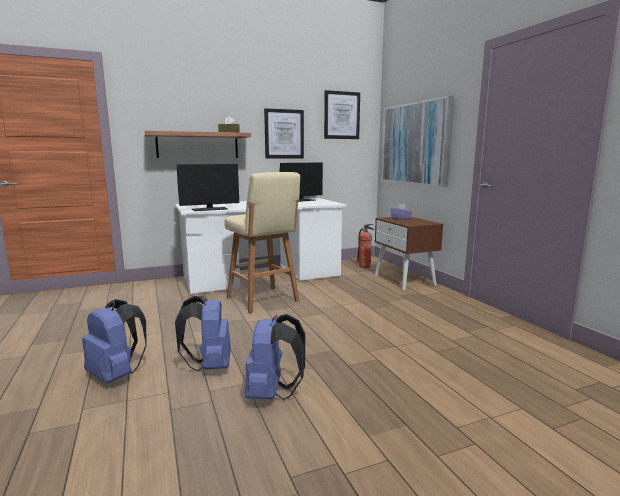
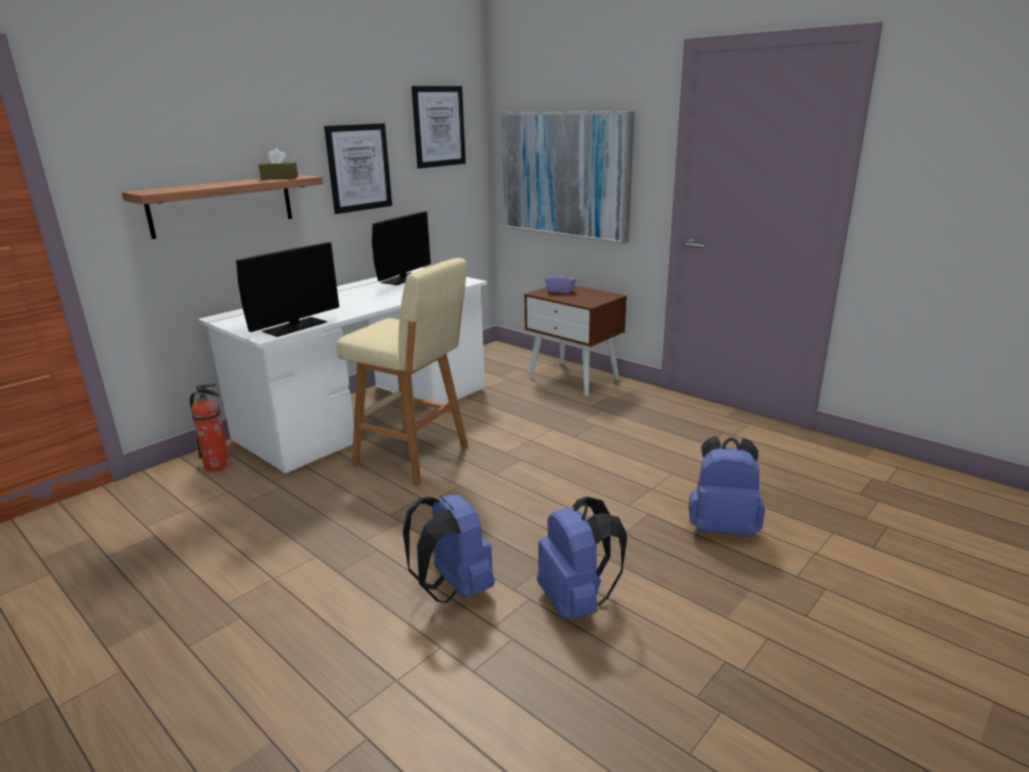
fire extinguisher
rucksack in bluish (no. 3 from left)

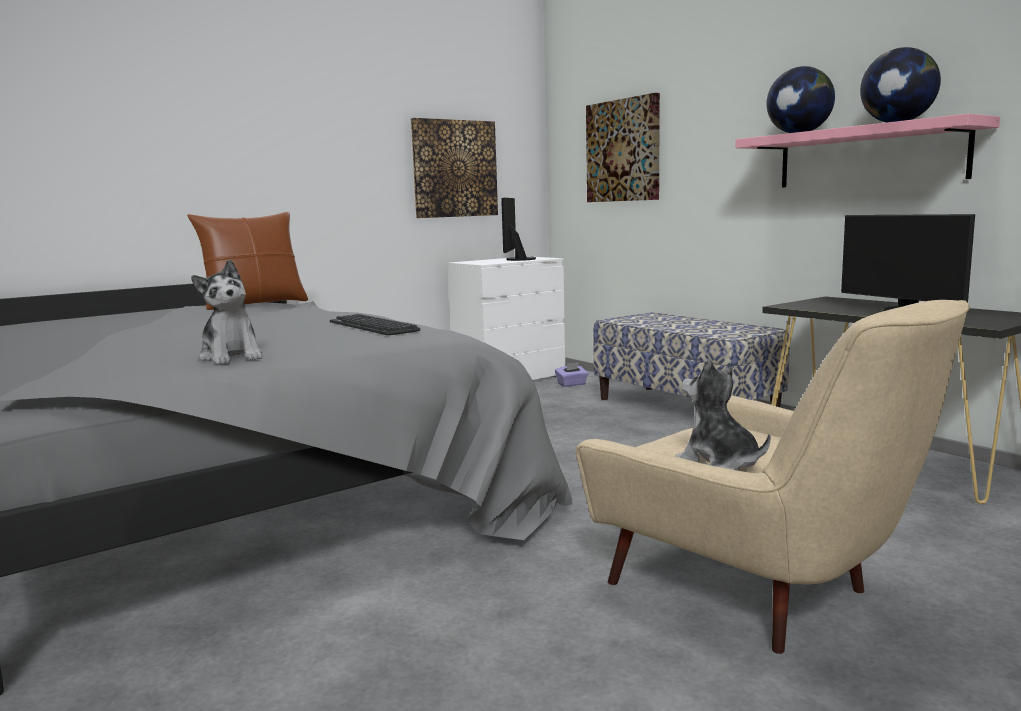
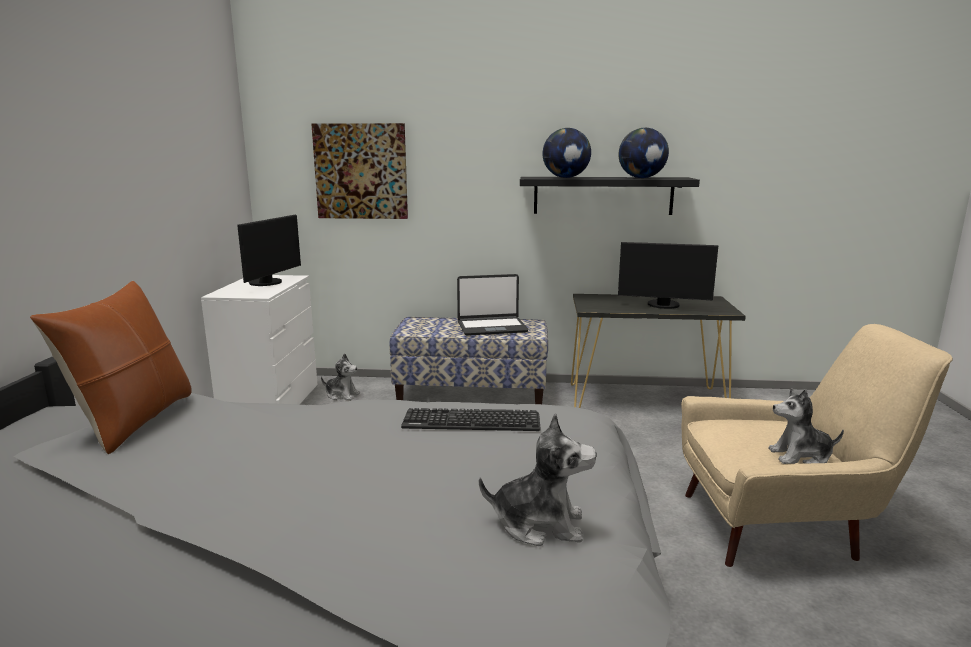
wall shelf in black
wall art (no. 1 from left in the first image)
monitor (no. 1 from left)
soft toy (no. 1 from left)
portable computer

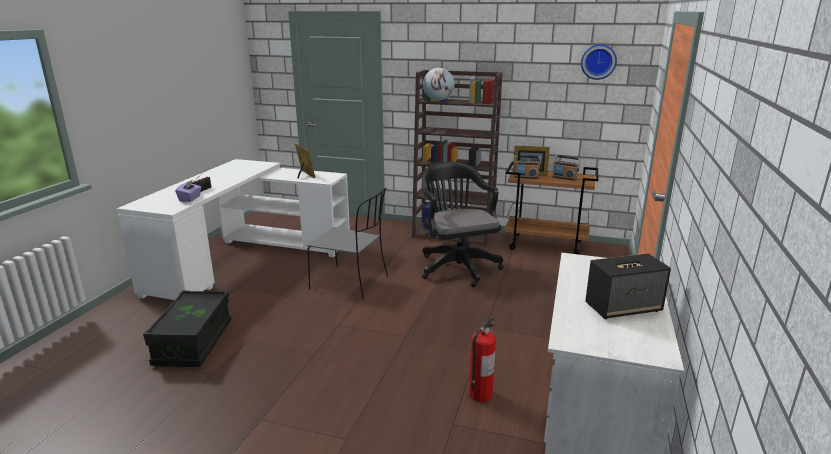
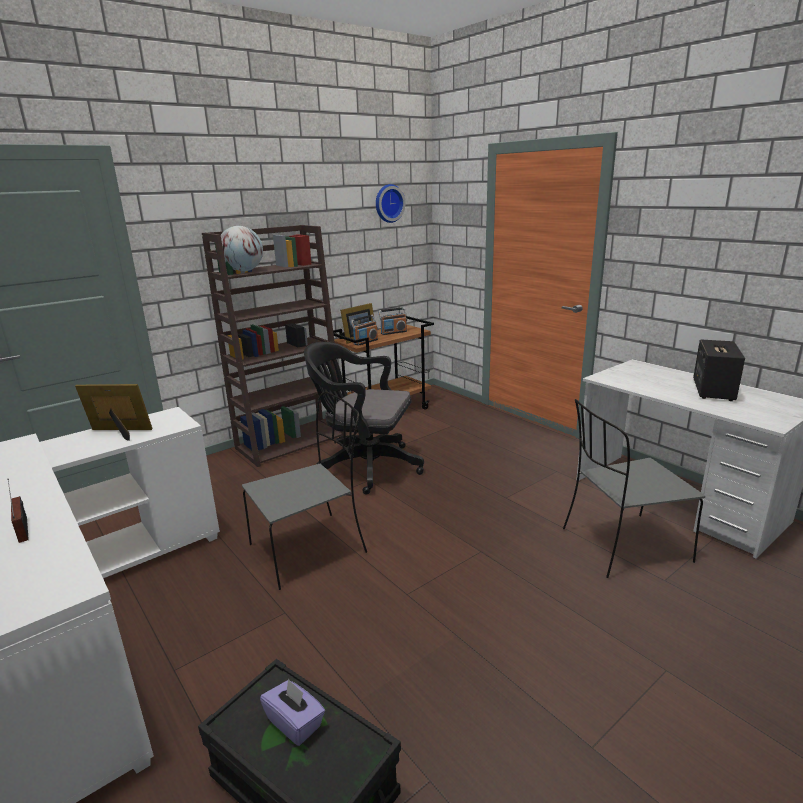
tissue box in purplish
upright chair in gray (no. 2 from left)

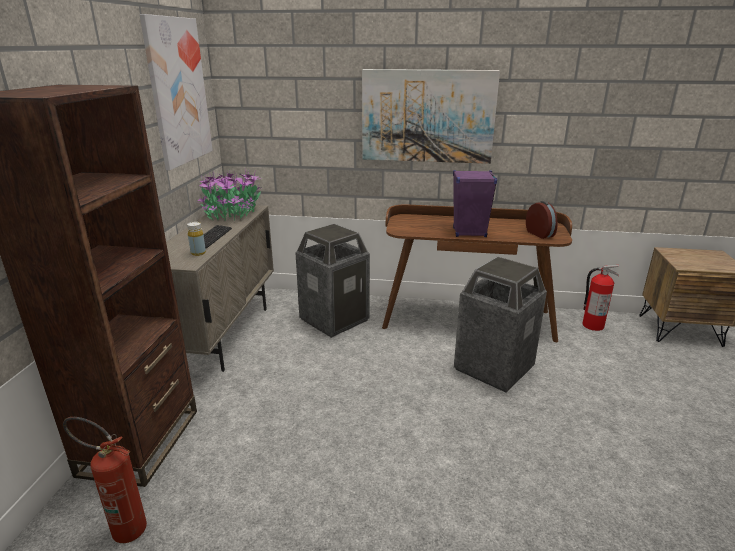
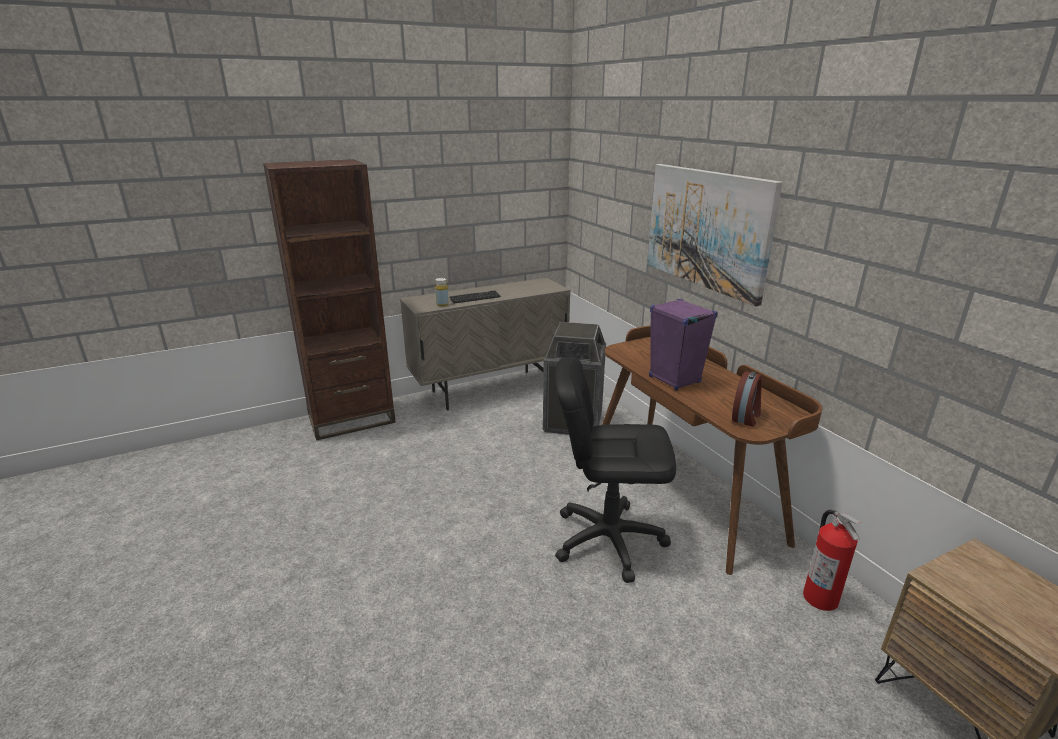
wall art (no. 1 from left in the first image)
houseplant
desk chair in black
fire extinguisher (no. 1 from left in the first image)

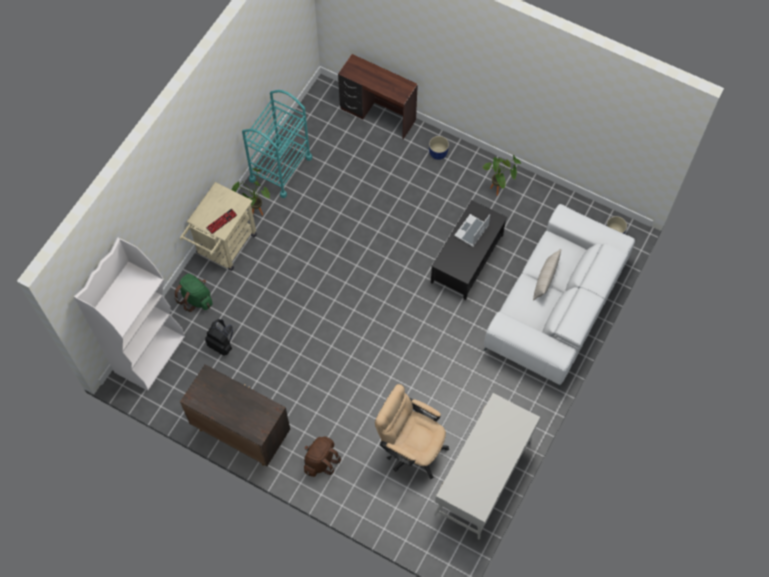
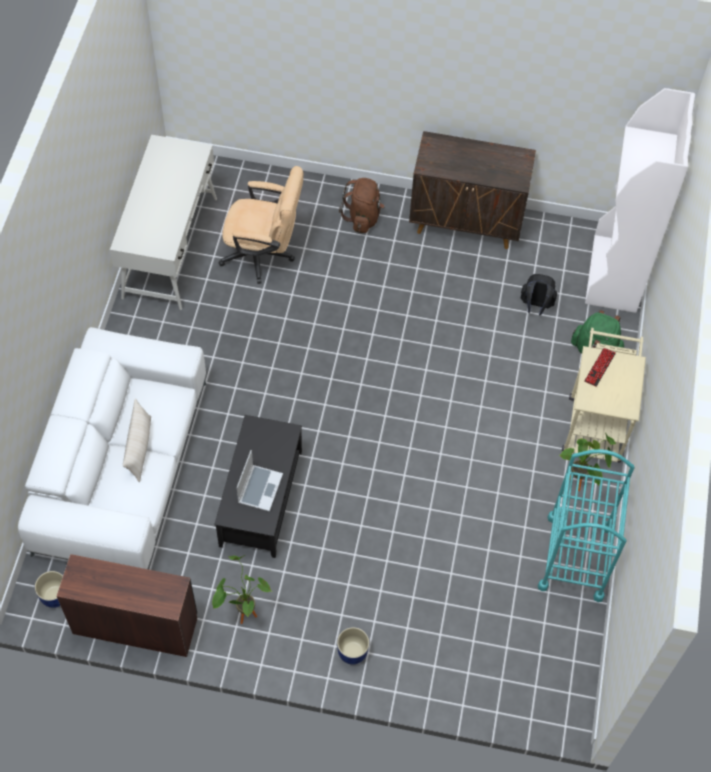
desk unit in brown

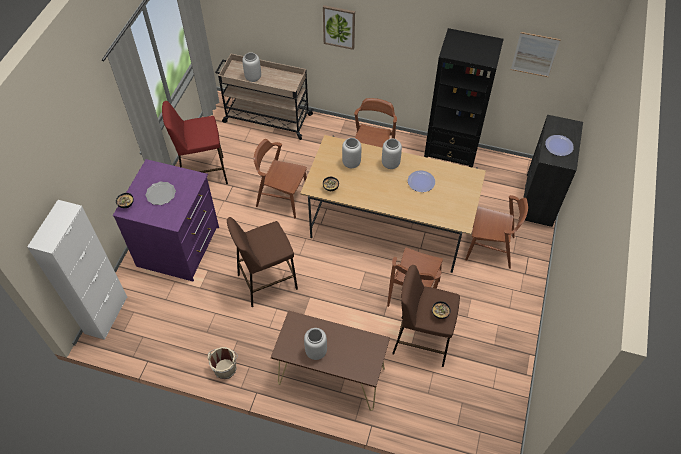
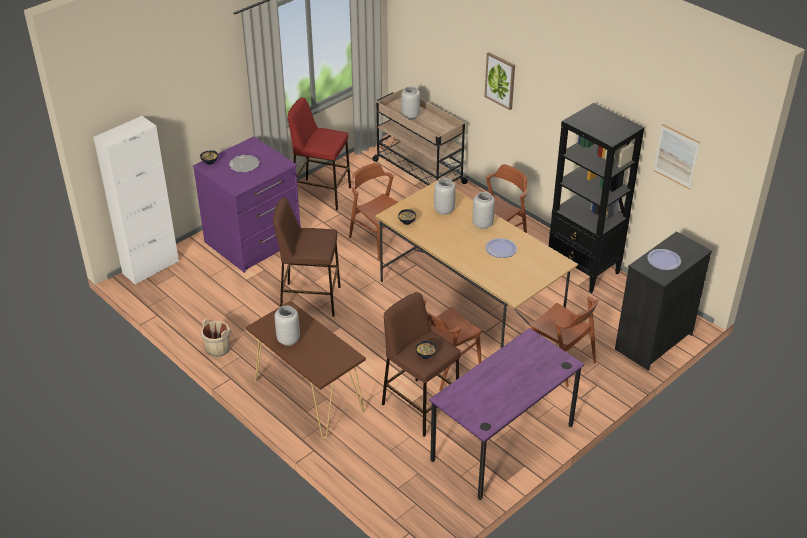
desk unit in purplish

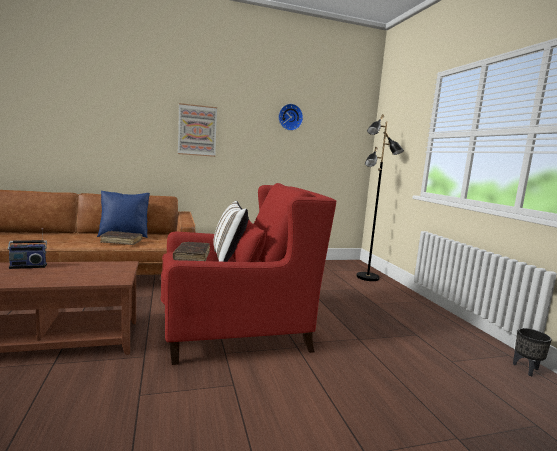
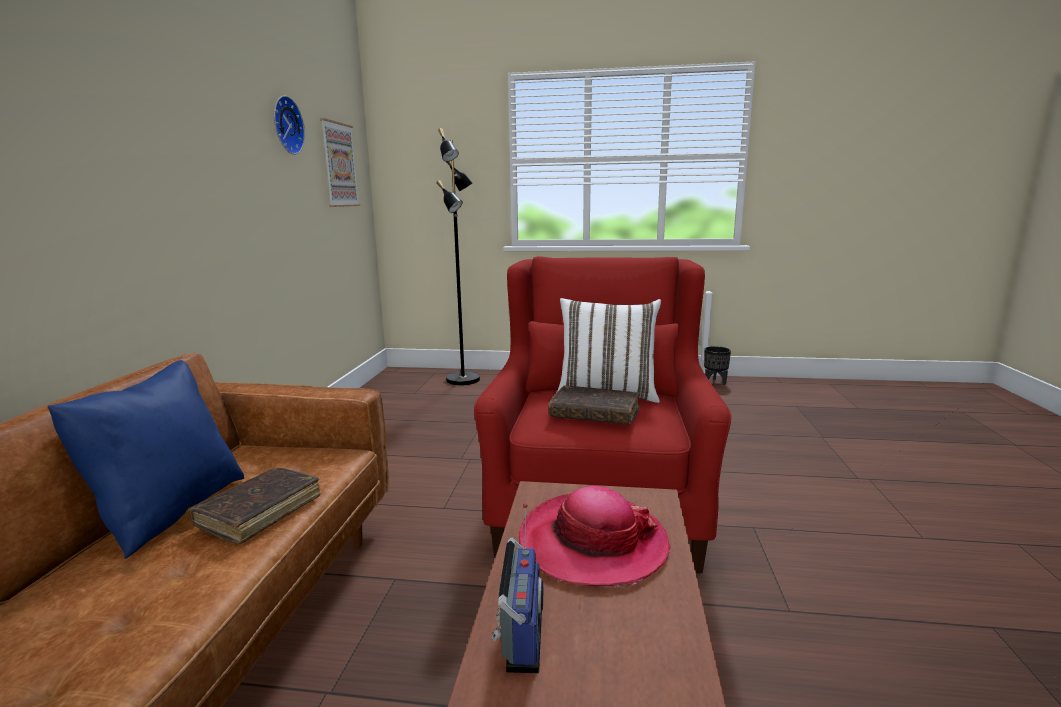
wall art
clothing hat

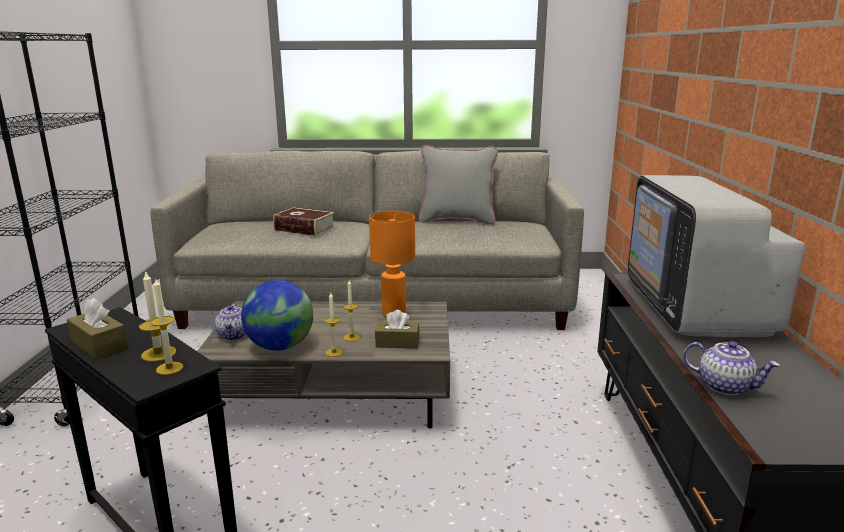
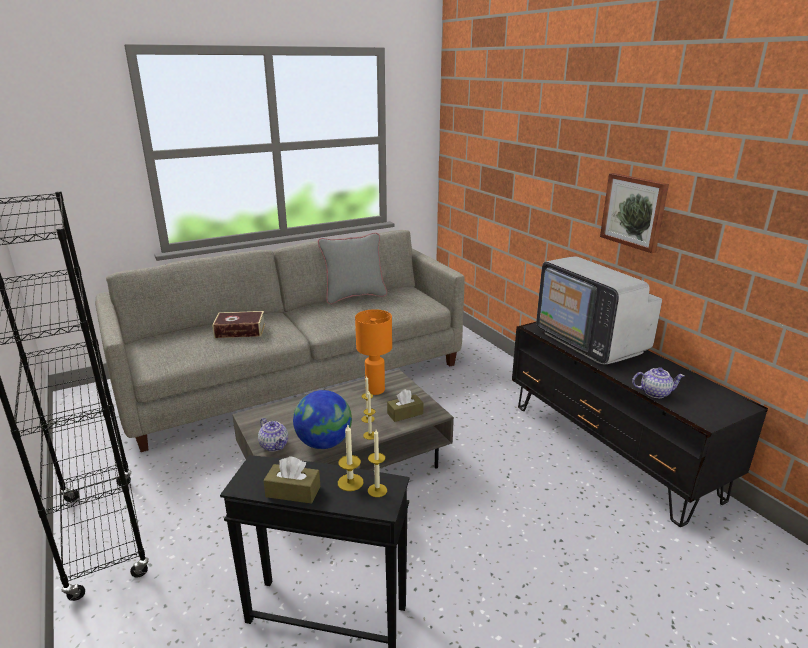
wall art

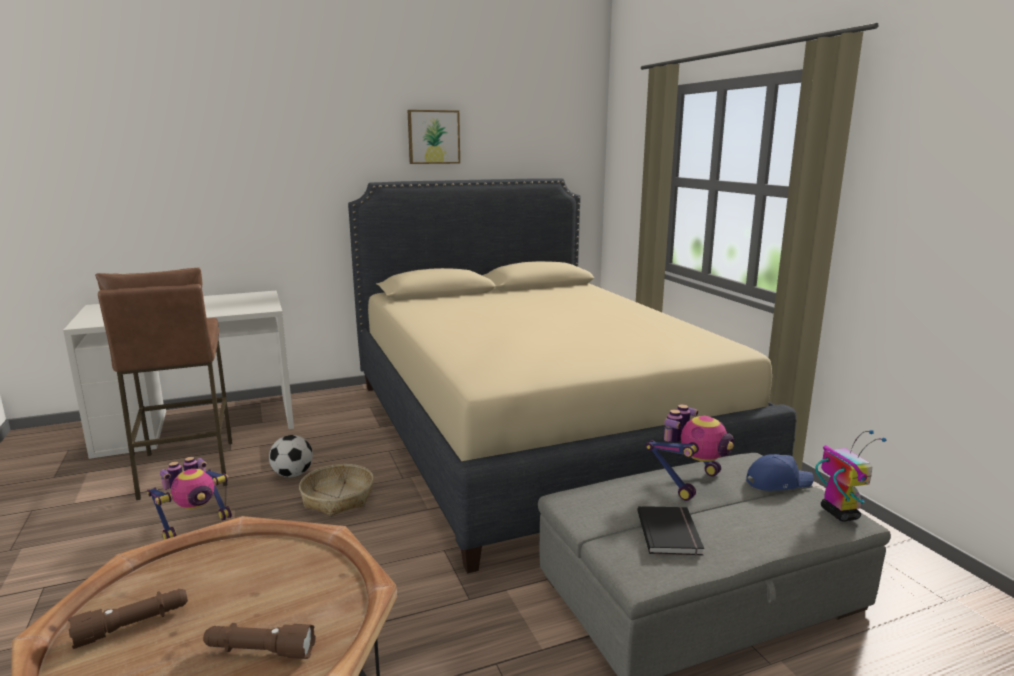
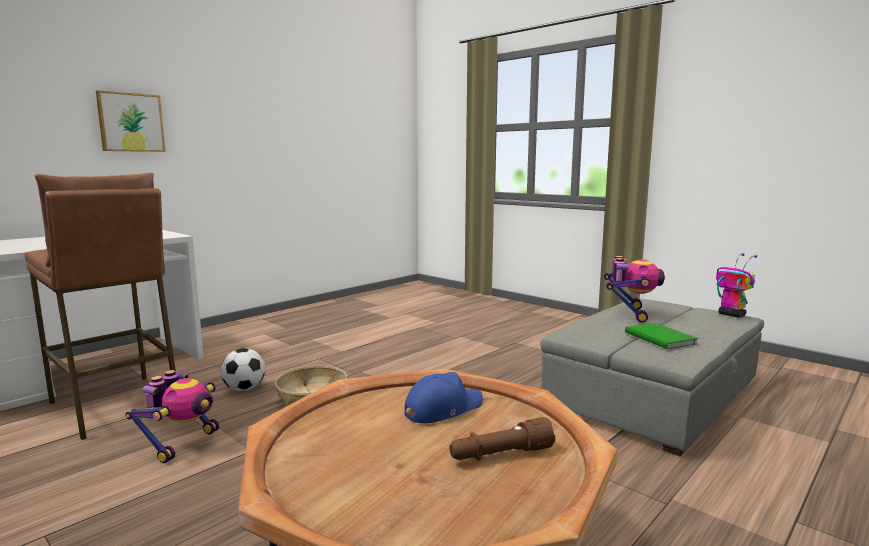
wall art
bedroom bed in beige-coloured
cap in bluish
volume in greenish
flashlight in brown (no. 1 from left in the first image)

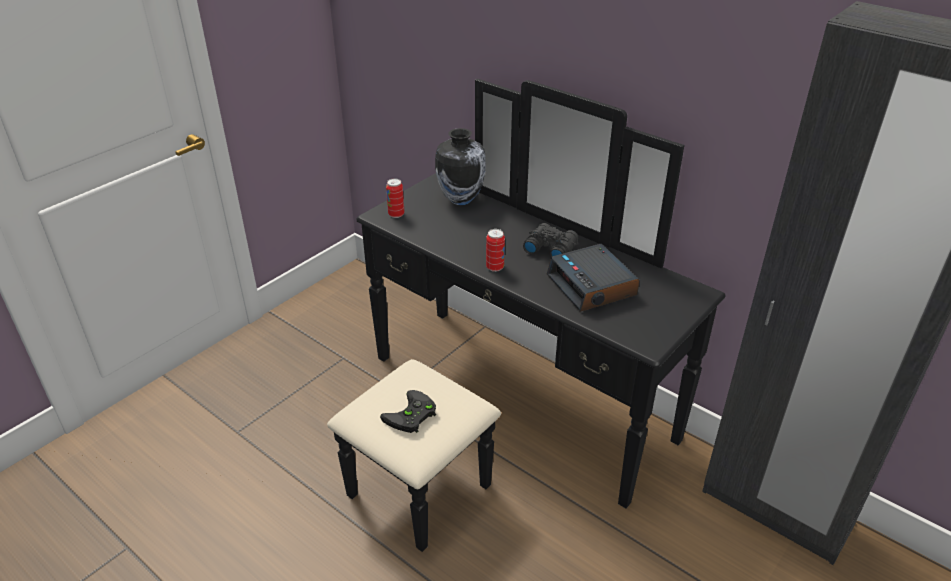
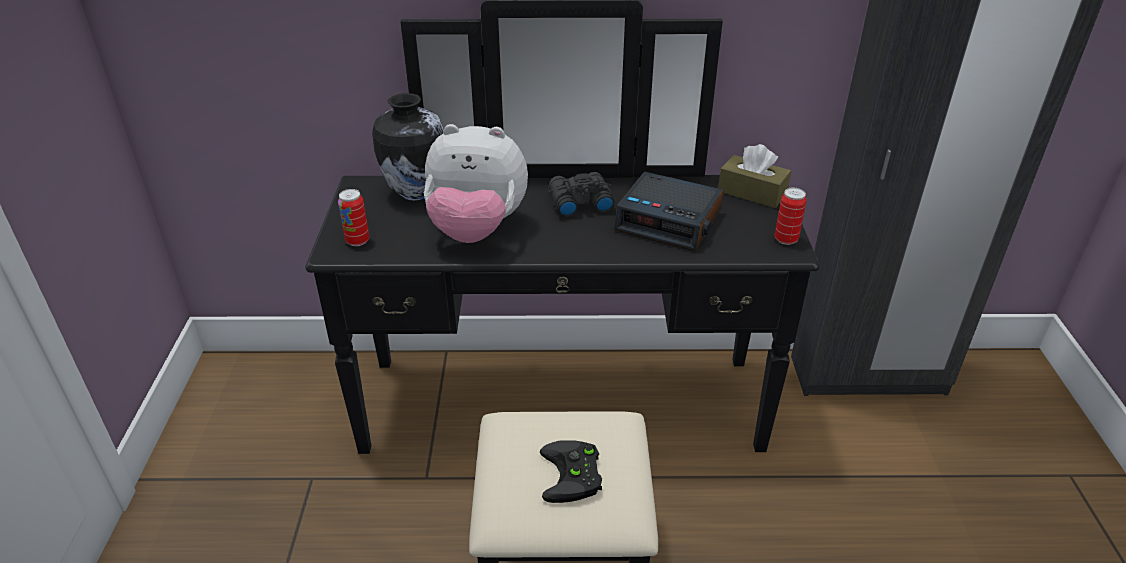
sealed can (no. 2 from left)
soft toy
tissue box in brown

